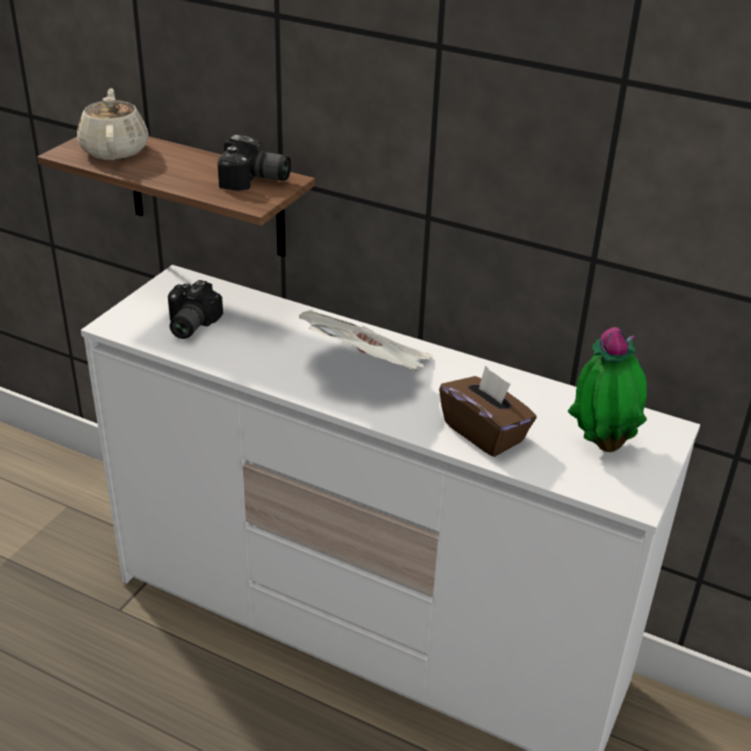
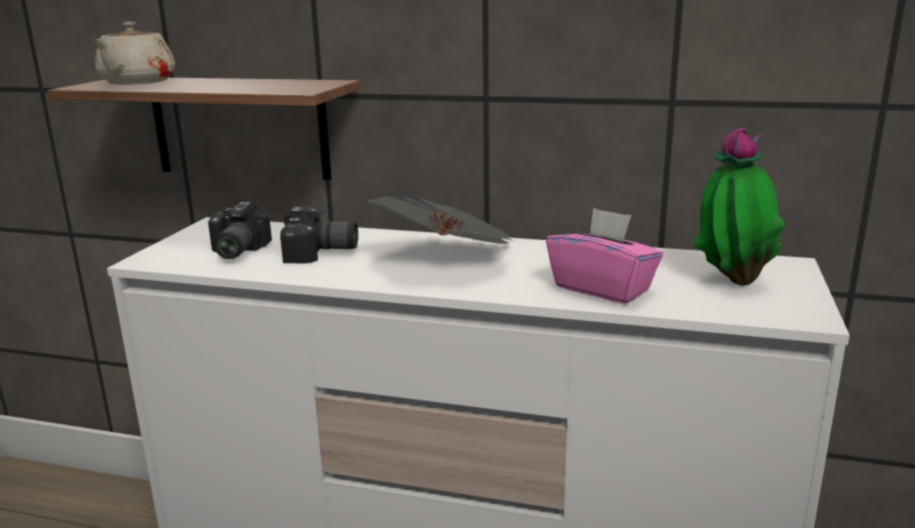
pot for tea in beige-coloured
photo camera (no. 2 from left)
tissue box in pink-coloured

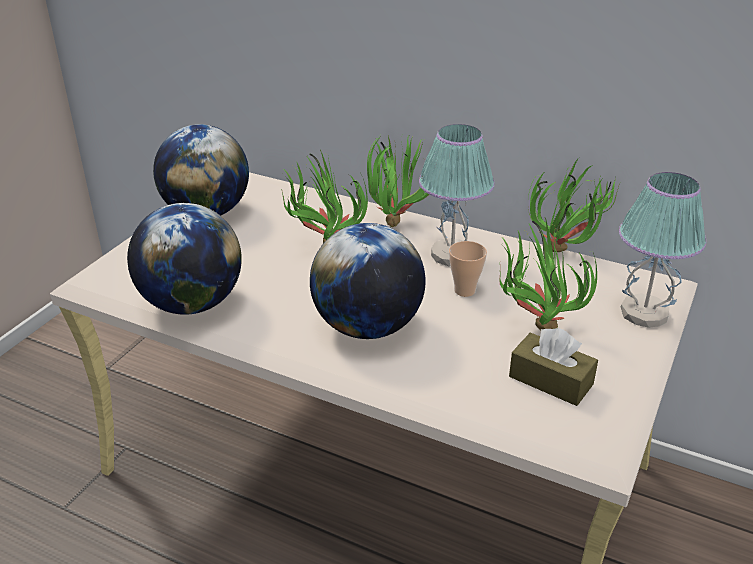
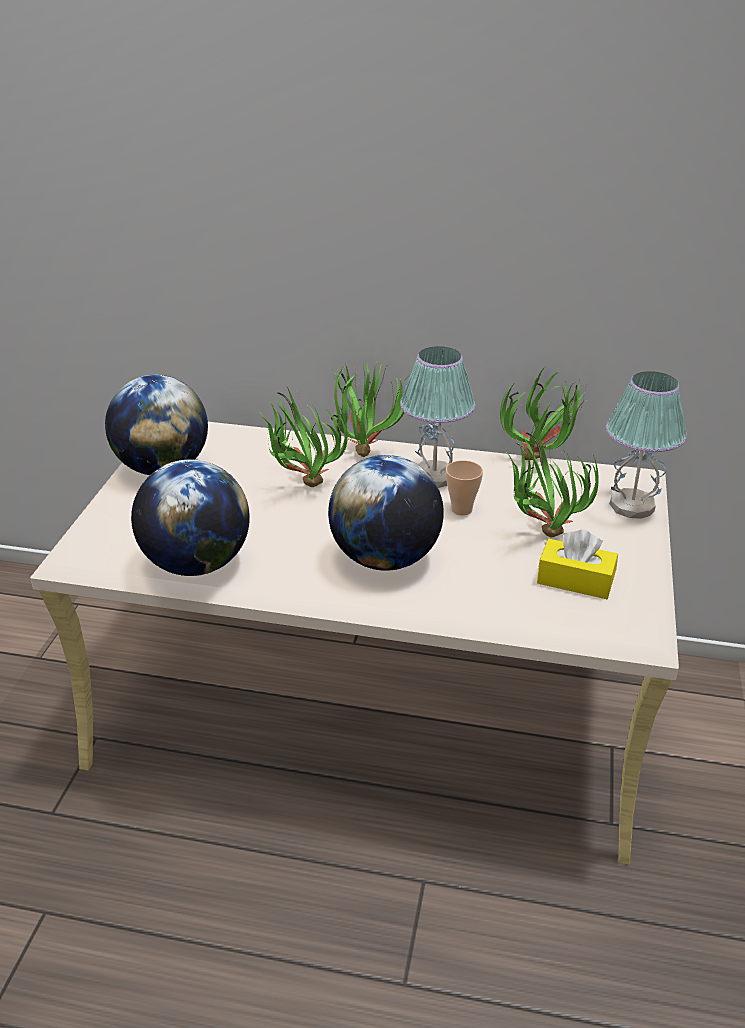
tissue box in yellowish

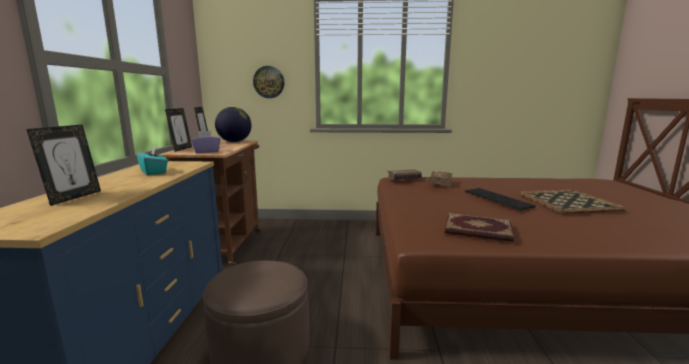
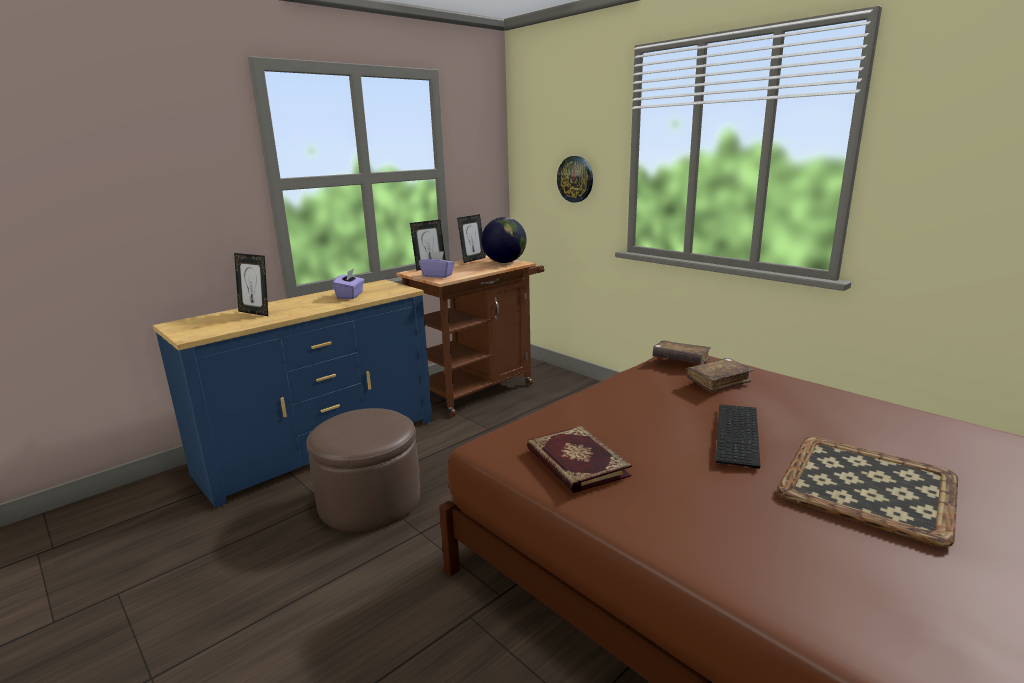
standing frame (no. 1 from left)
tissue box in purplish (no. 1 from left)

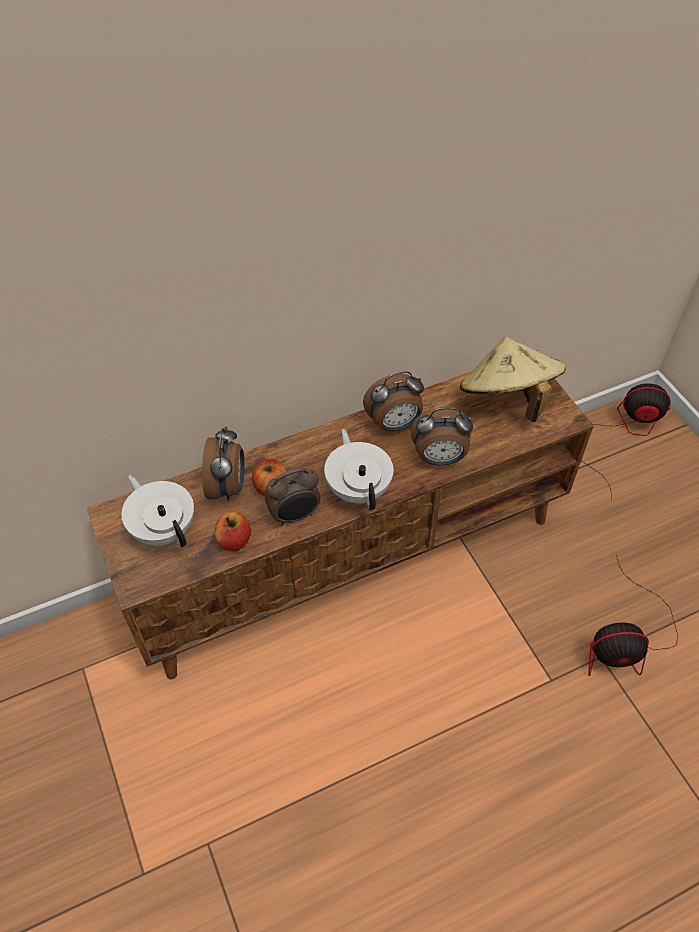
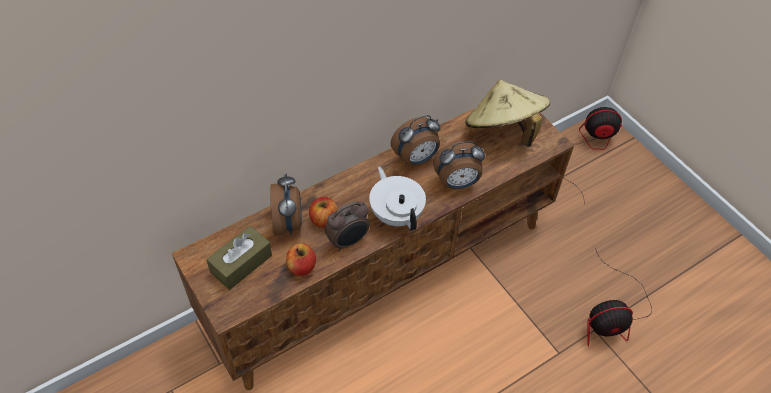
tissue box in brown

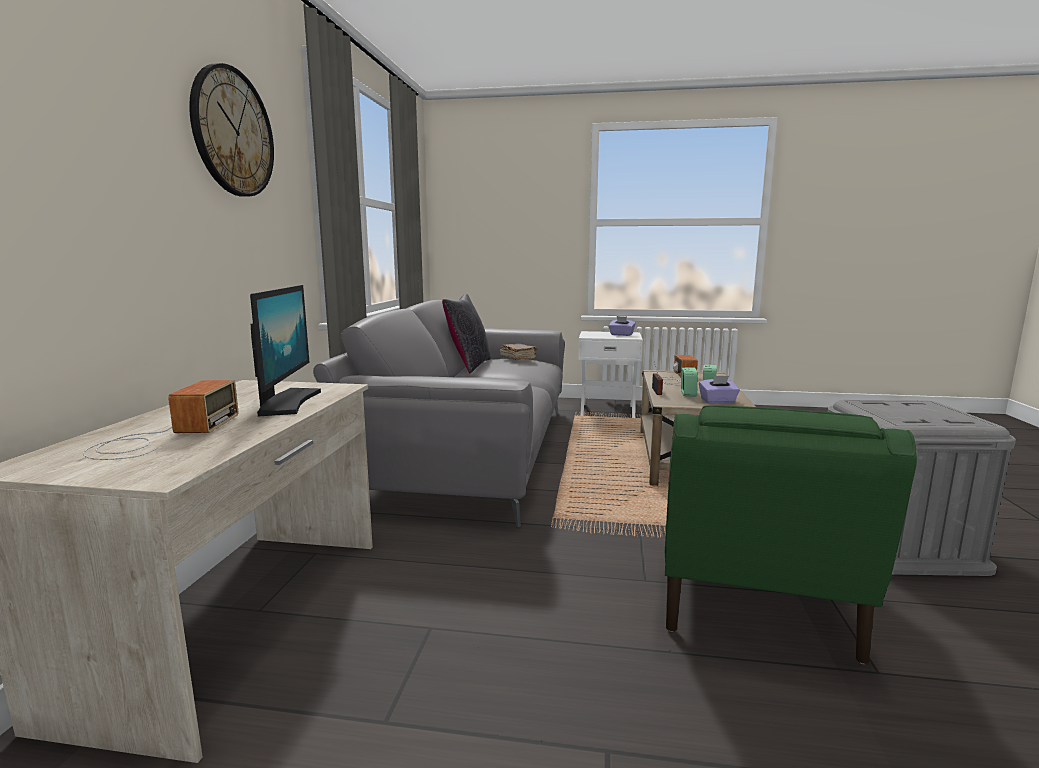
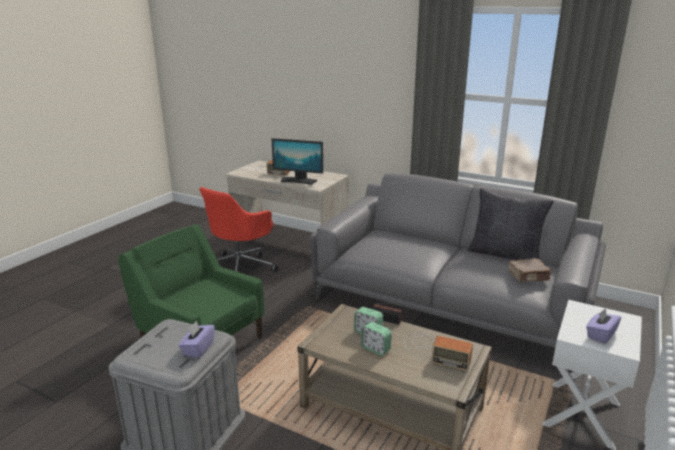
wall clock
tissue box in purplish (no. 1 from left)
desk chair in red-coloured

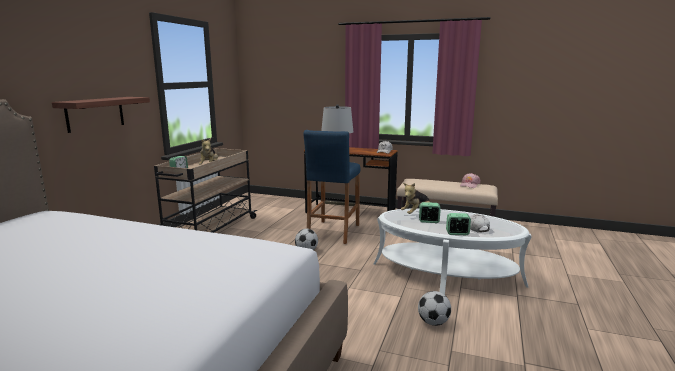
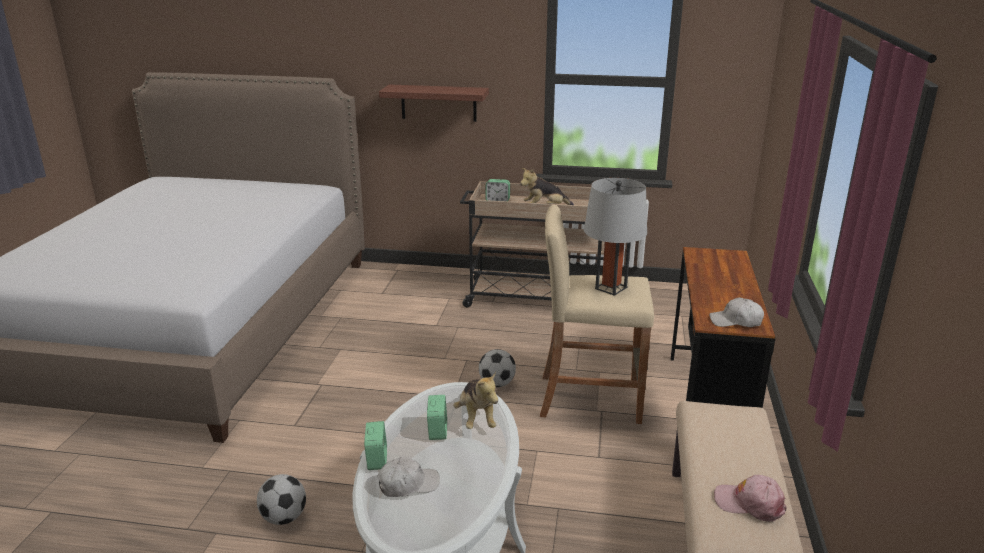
stool seat in beige-coloured
soft toy (no. 1 from left)

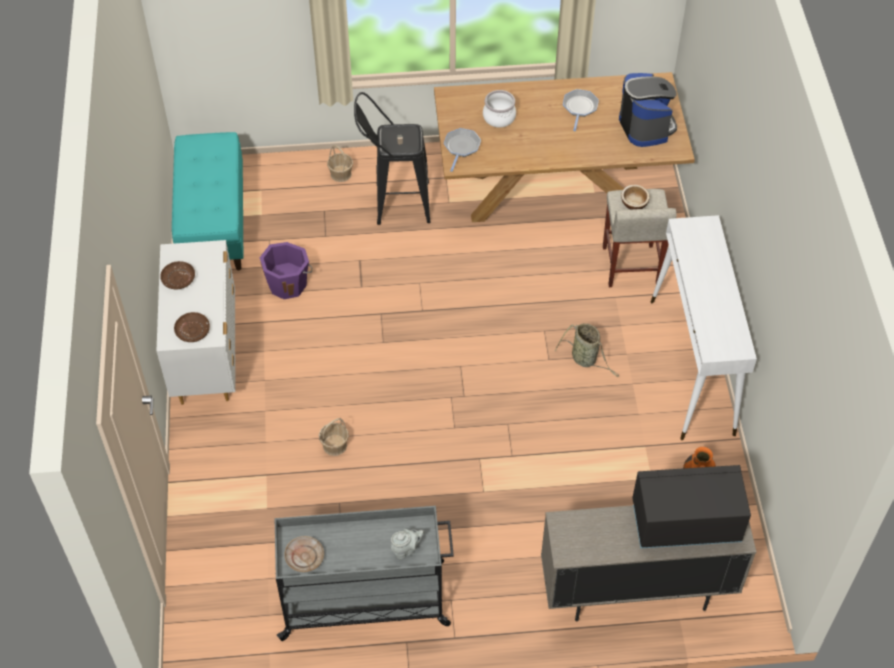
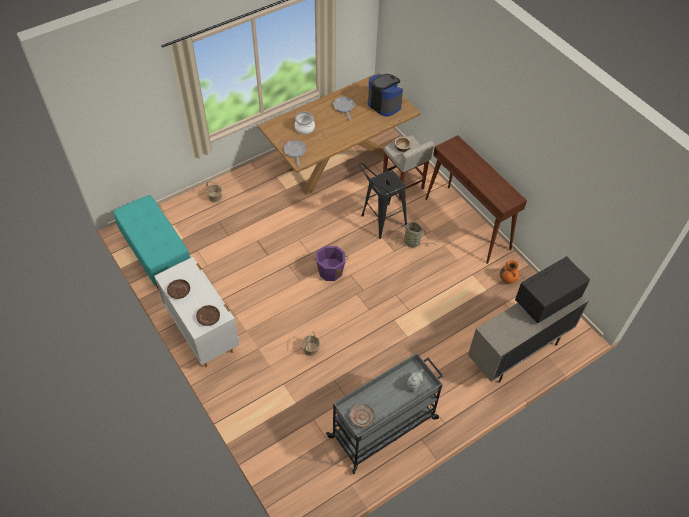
stool seat in black
narrow table in brown
bucket in purplish

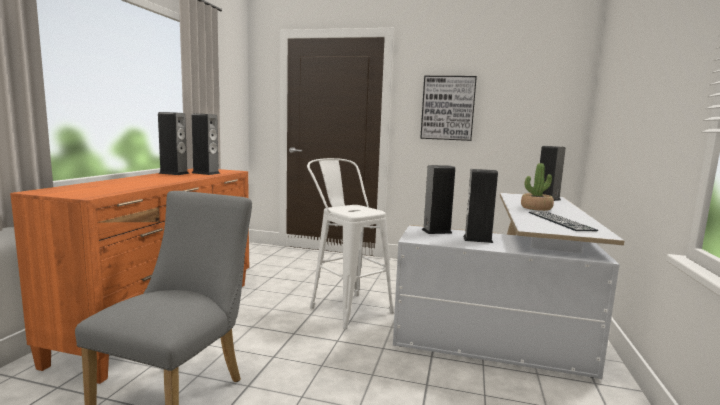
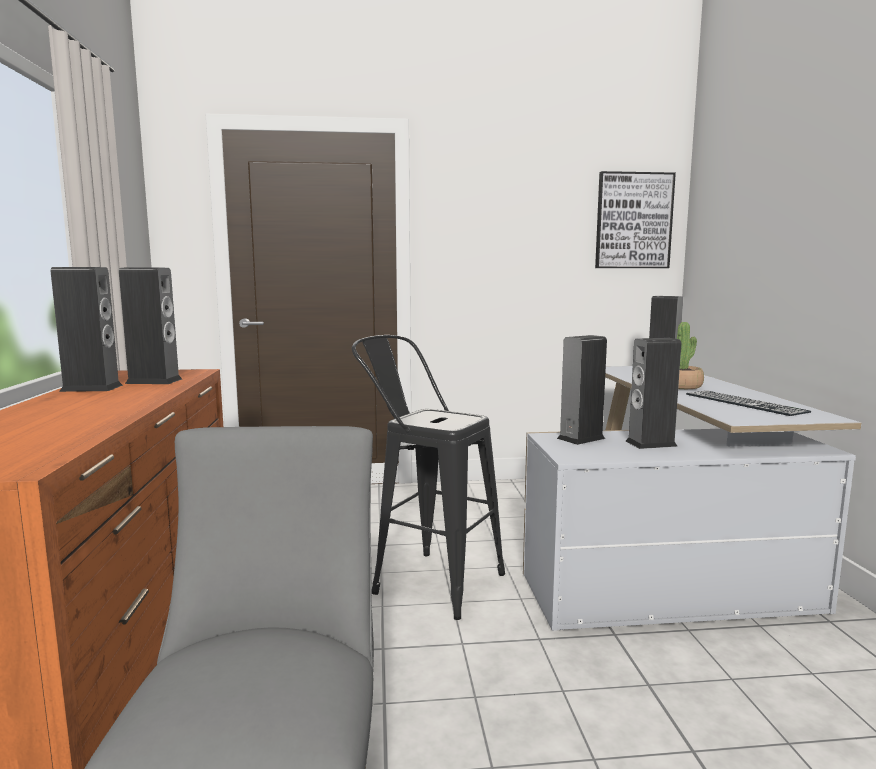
wall art
stool seat in black

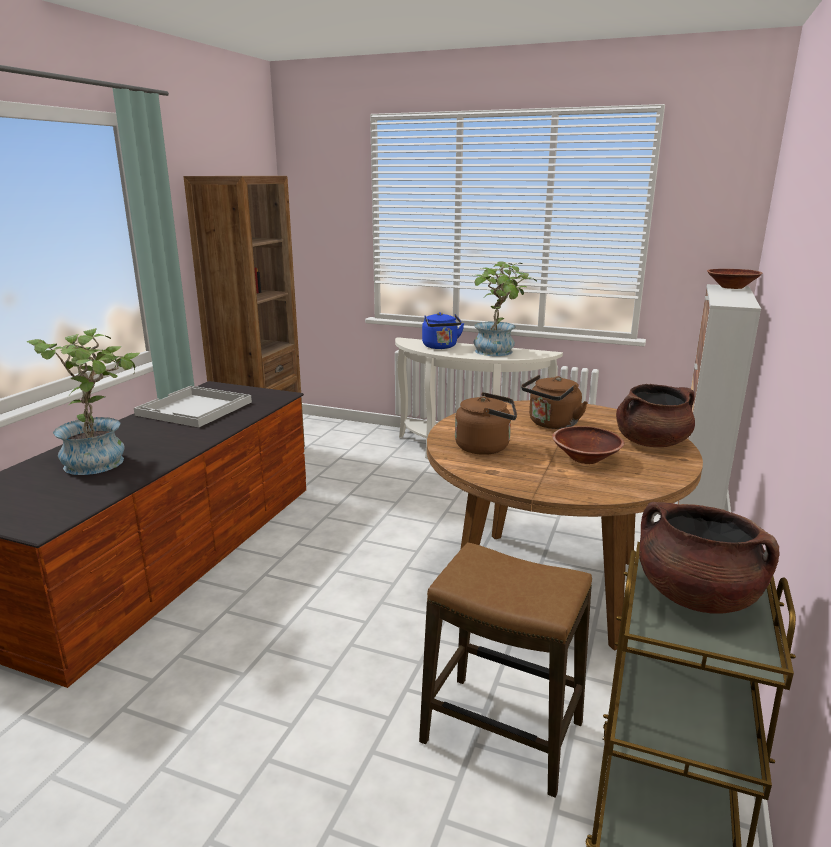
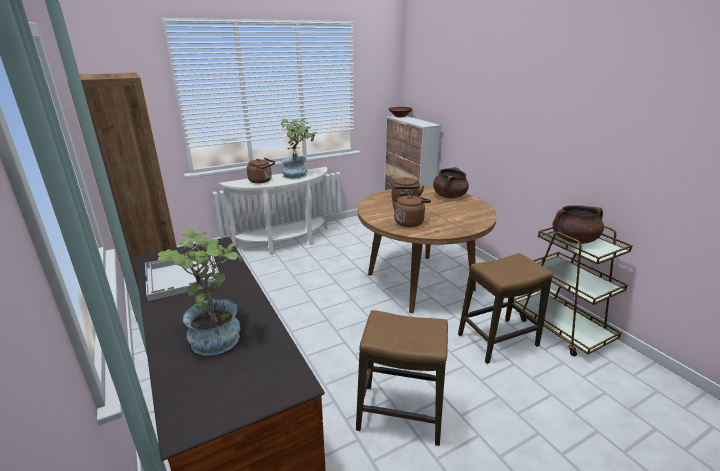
kettle in brown (no. 1 from left)
bowl in brown (no. 1 from left in the first image)
stool seat (no. 1 from left)

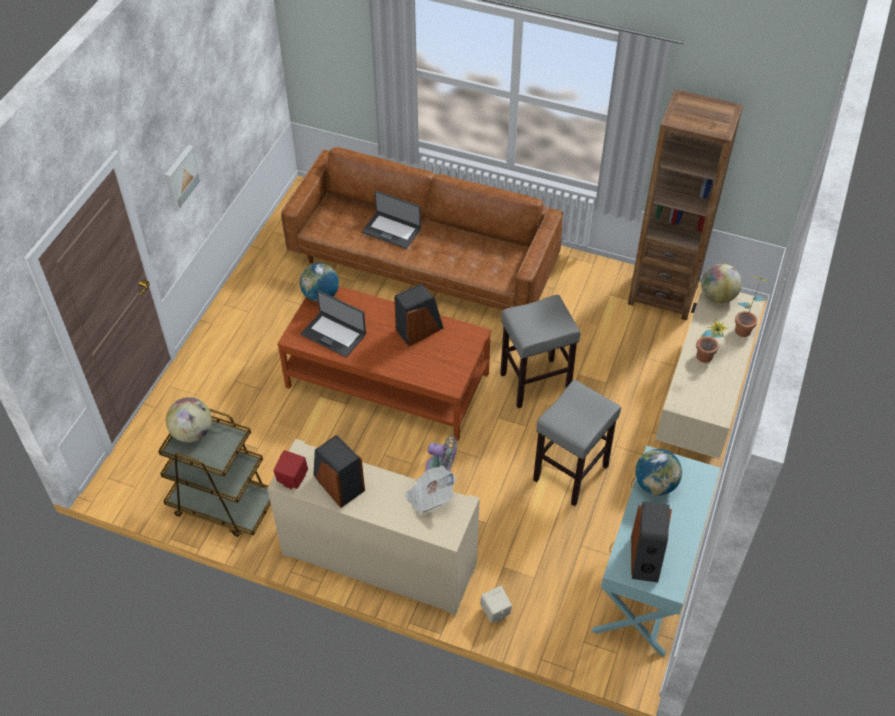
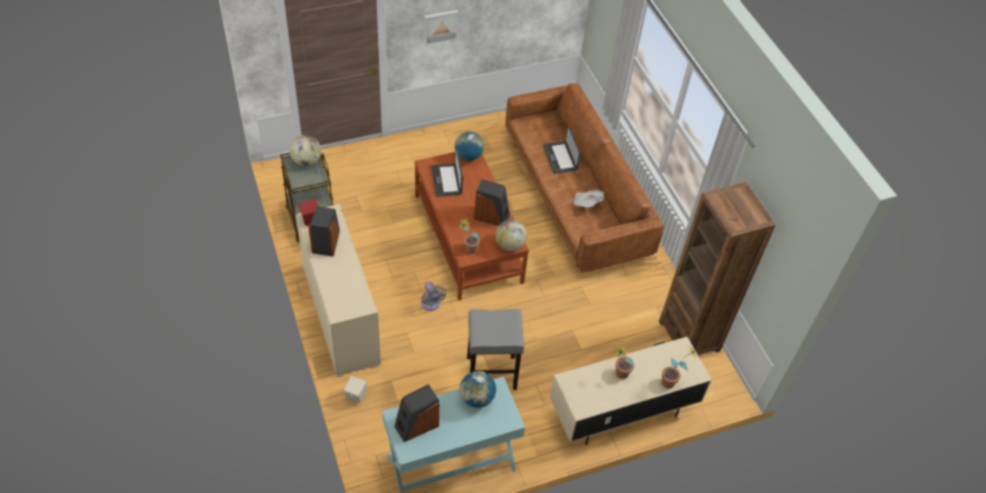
world globe (no. 4 from left)
stool seat in gray (no. 1 from left in the first image)
newspaper
houseplant (no. 1 from left)

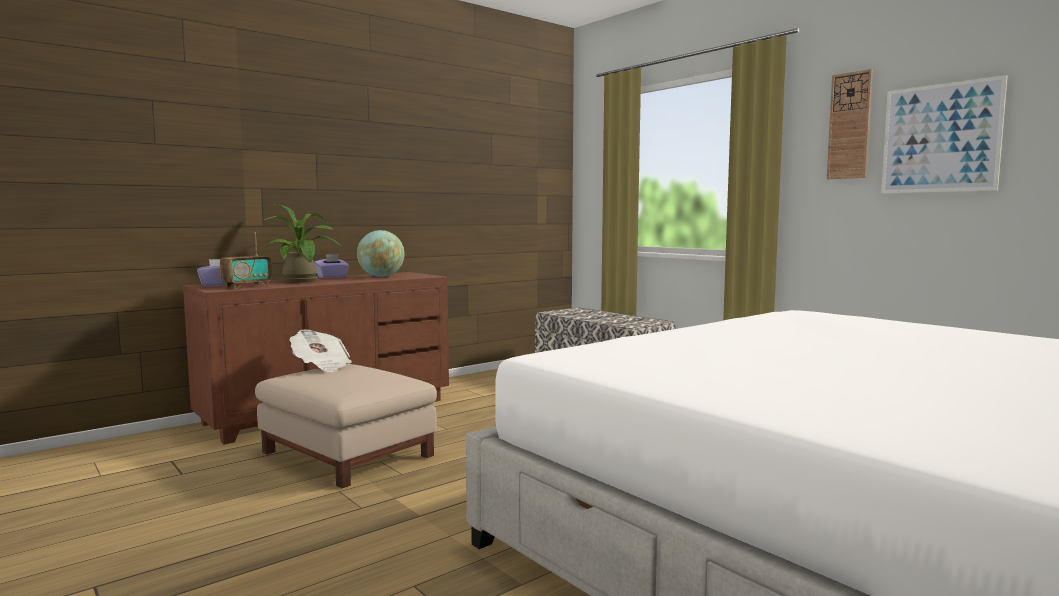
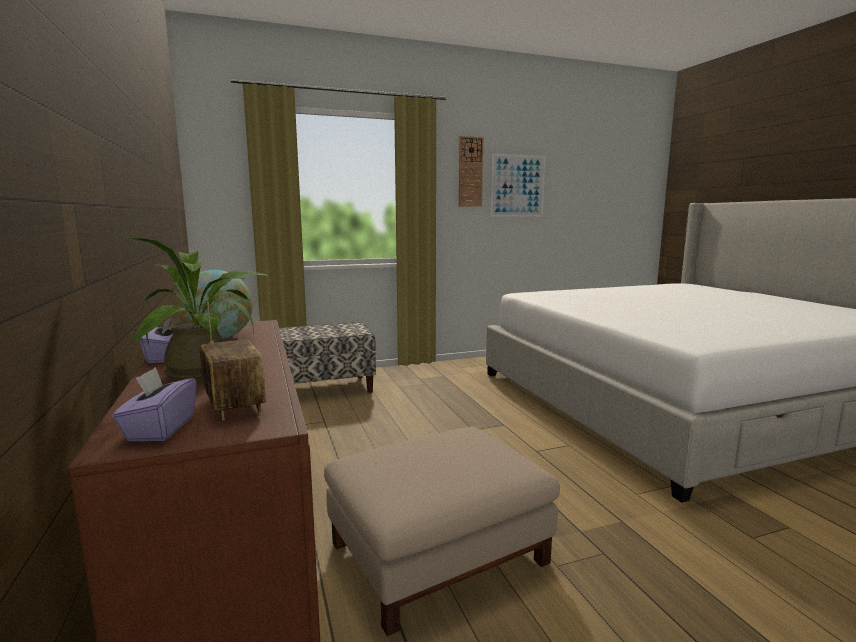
newspaper

